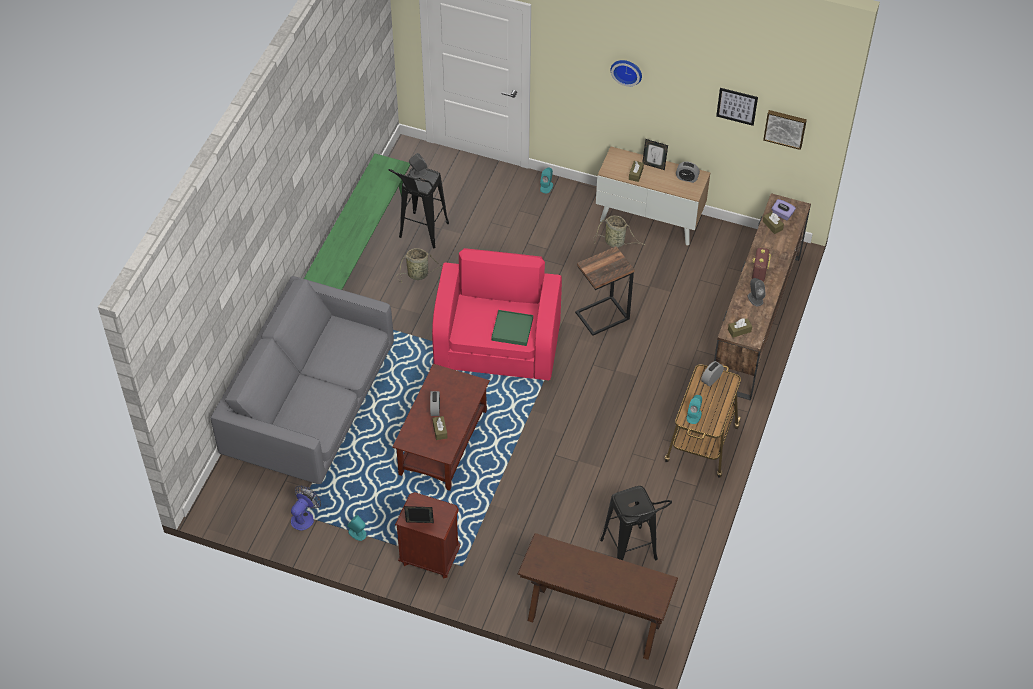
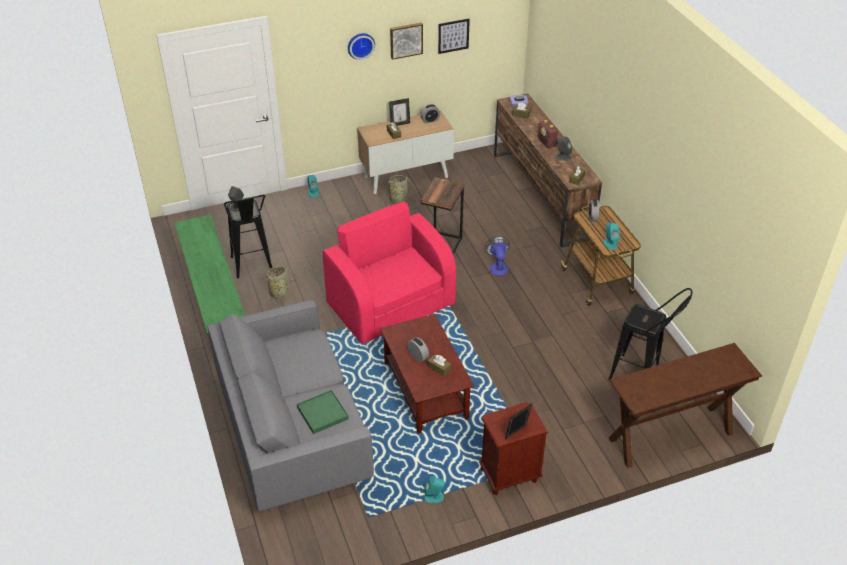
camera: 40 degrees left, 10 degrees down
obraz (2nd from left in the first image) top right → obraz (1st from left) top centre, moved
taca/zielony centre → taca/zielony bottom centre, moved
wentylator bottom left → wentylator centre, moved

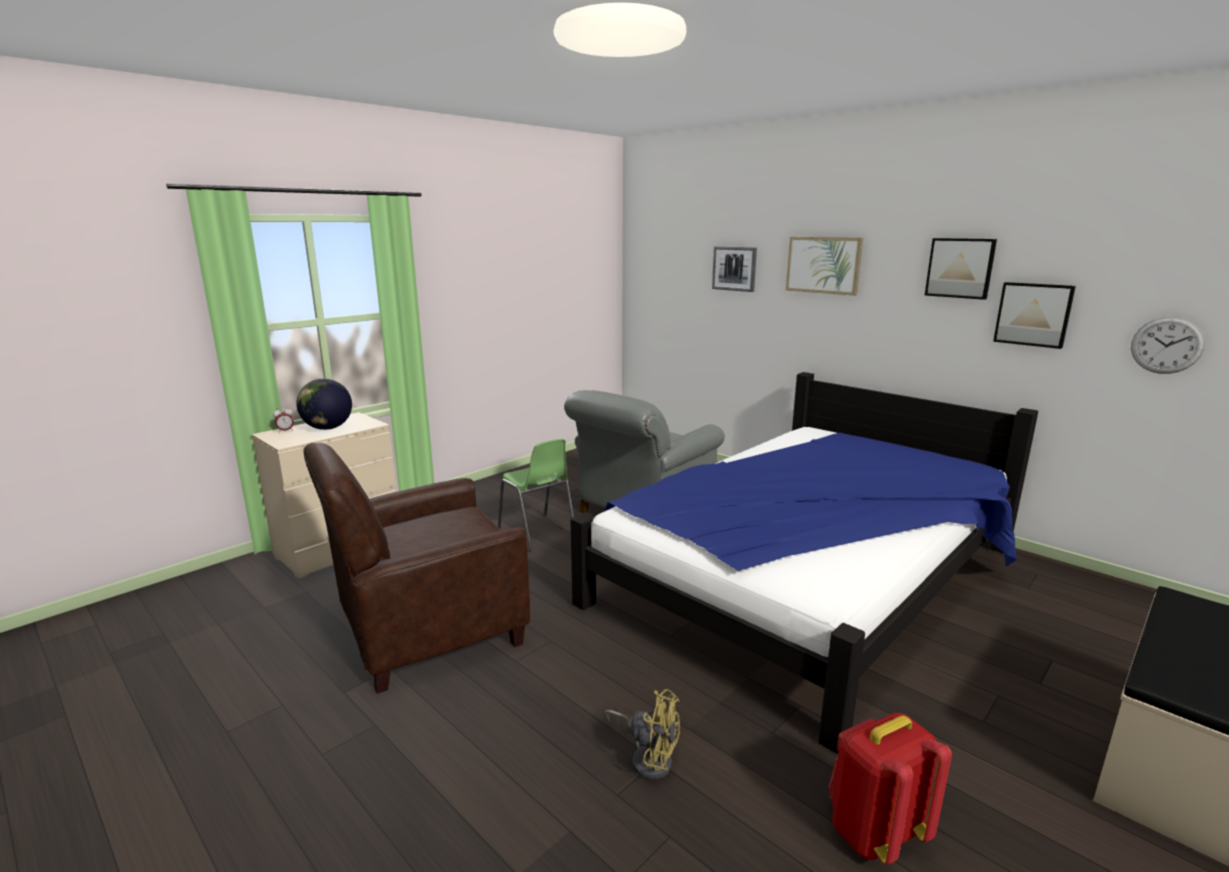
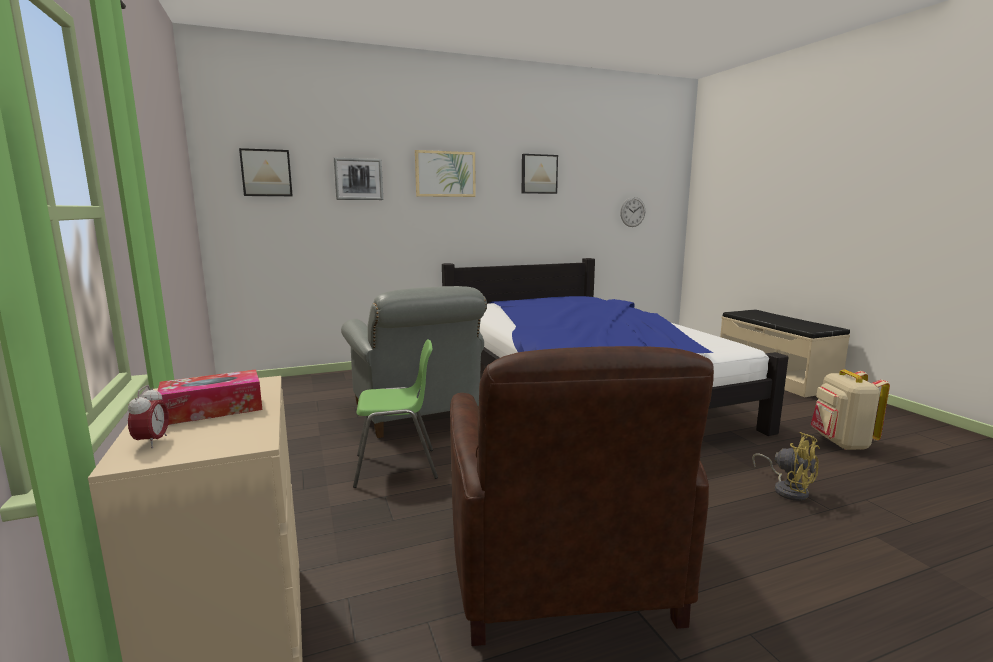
camera: 65 degrees left, 5 degrees down
obraz (4th from left in the first image) middle right → obraz (1st from left) top left, moved
globus middle left → pudełko chusteczek middle left
wentylator/żółty bottom centre → wentylator/żółty bottom right, 90 degrees clockwise
plecak/czerwony bottom right → plecak/beżowy middle right

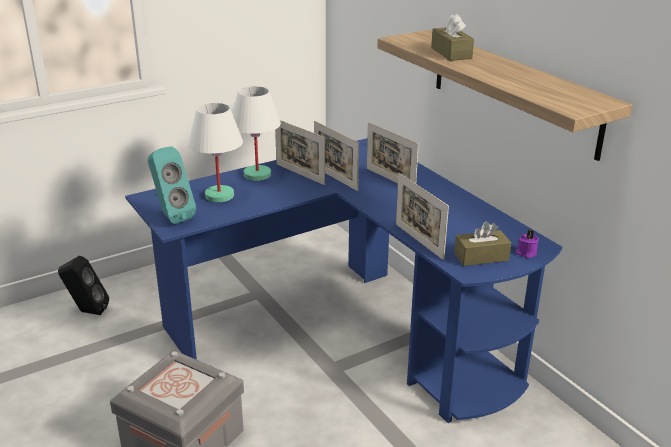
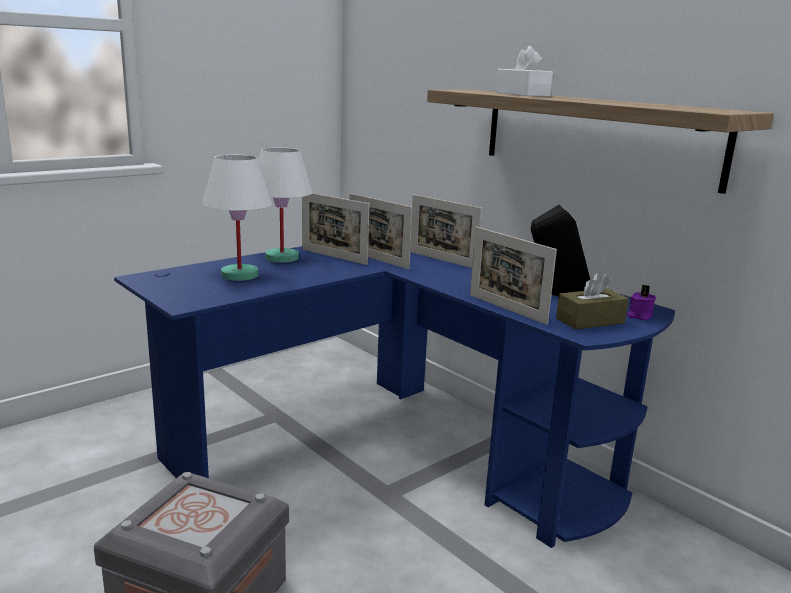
camera: 10 degrees left, 10 degrees down
pudełko chusteczek/brązowy (1st from left) top right → pudełko chusteczek/biały top centre
głośnik/turkusowy middle left → -
głośnik/czarny middle left → głośnik/czarny middle right, moved

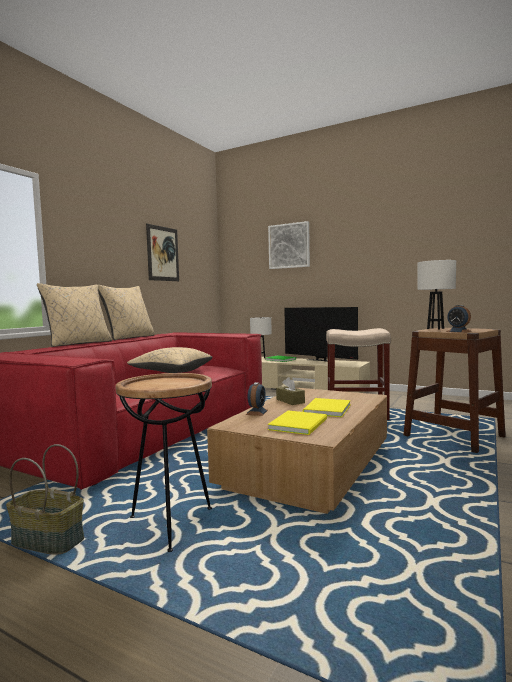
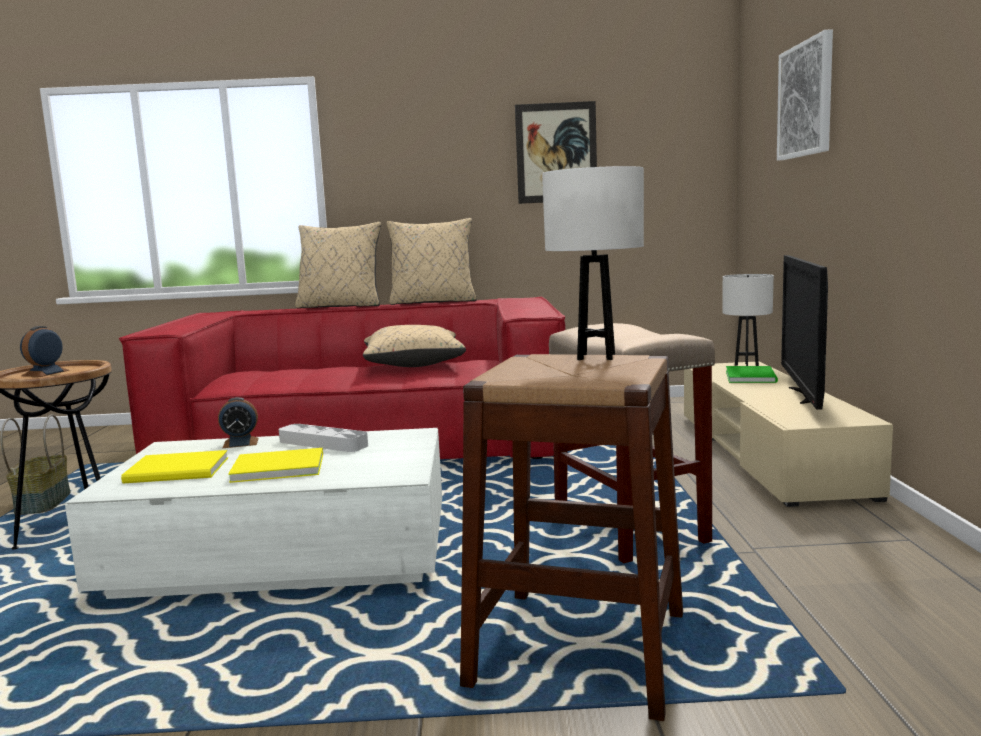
camera: 60 degrees right, 5 degrees up
budzik (2nd from left in the first image) middle right → budzik (1st from left) middle left, moved
pudełko chusteczek/brązowy centre → taca/szary middle left
ława/brązowy centre → ława/biały bottom left

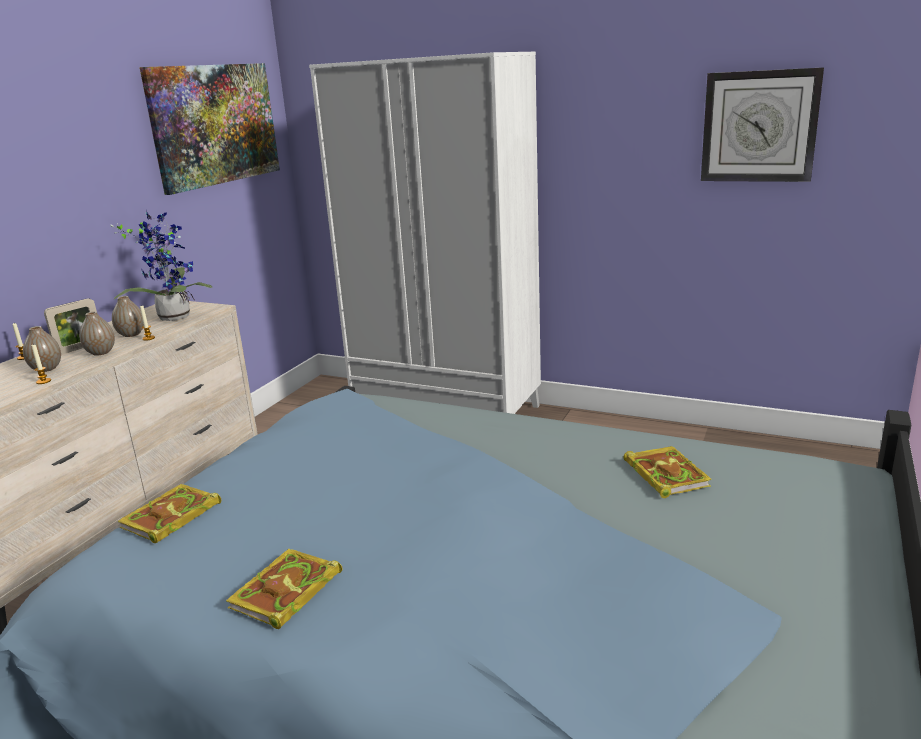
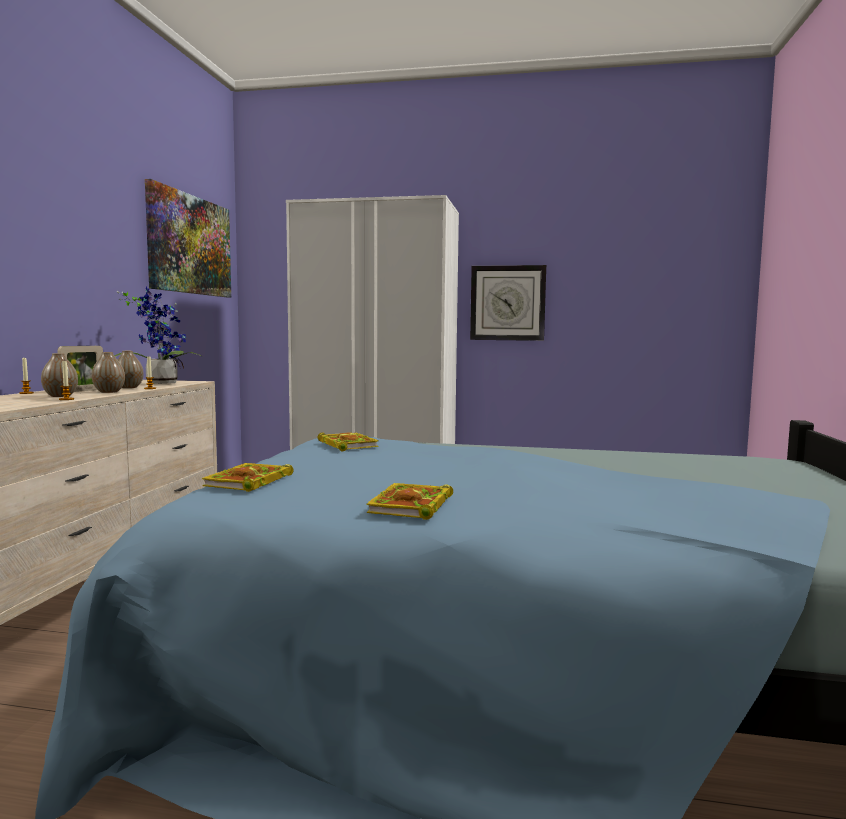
camera: 15 degrees left, 15 degrees down
zegar ścienny top right → zegar ścienny centre, moved
książka (3rd from left in the first image) middle right → książka (2nd from left) centre, moved

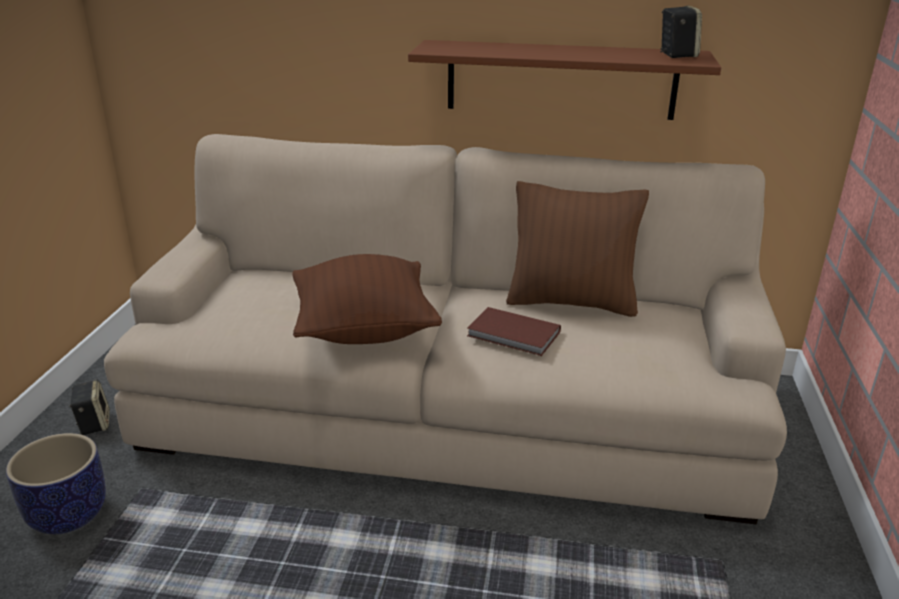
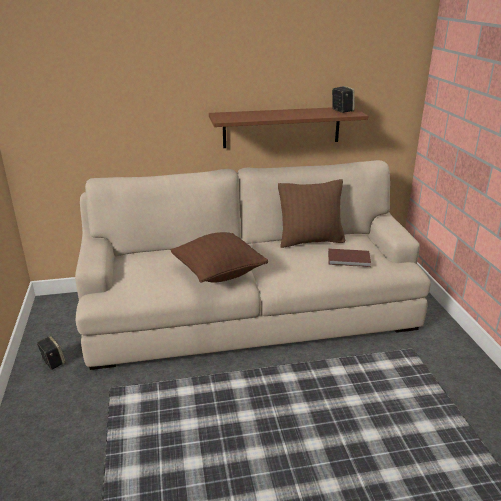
camera: 20 degrees left, 0 degrees up
książka/brązowy centre → książka/brązowy middle right, moved
donica bottom left → -

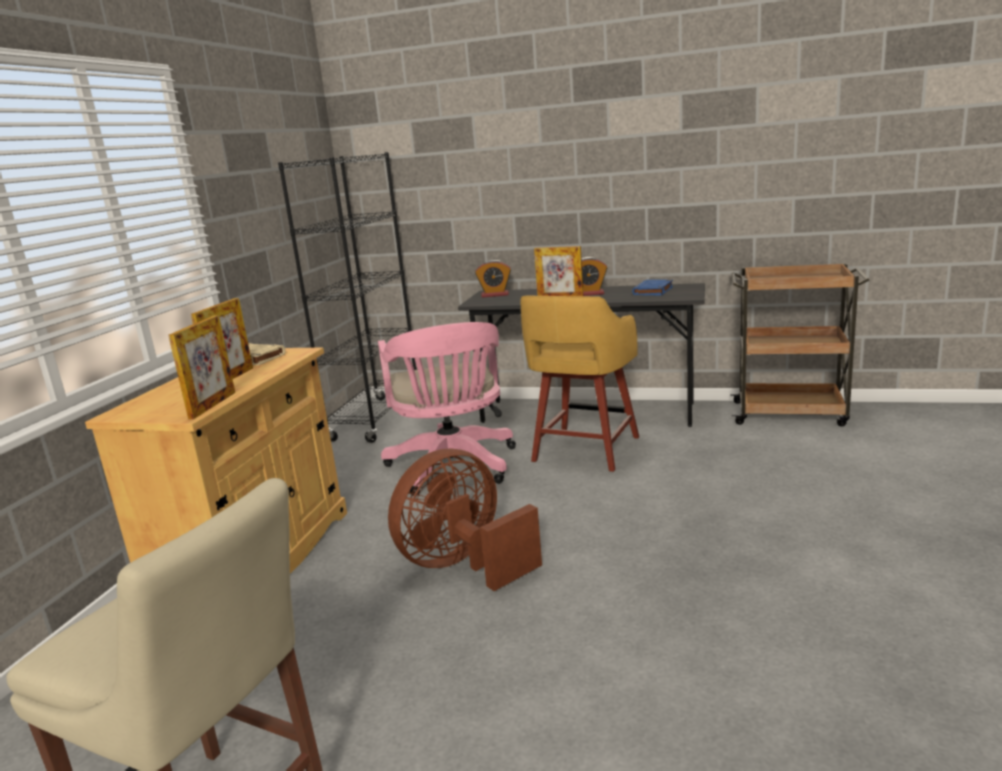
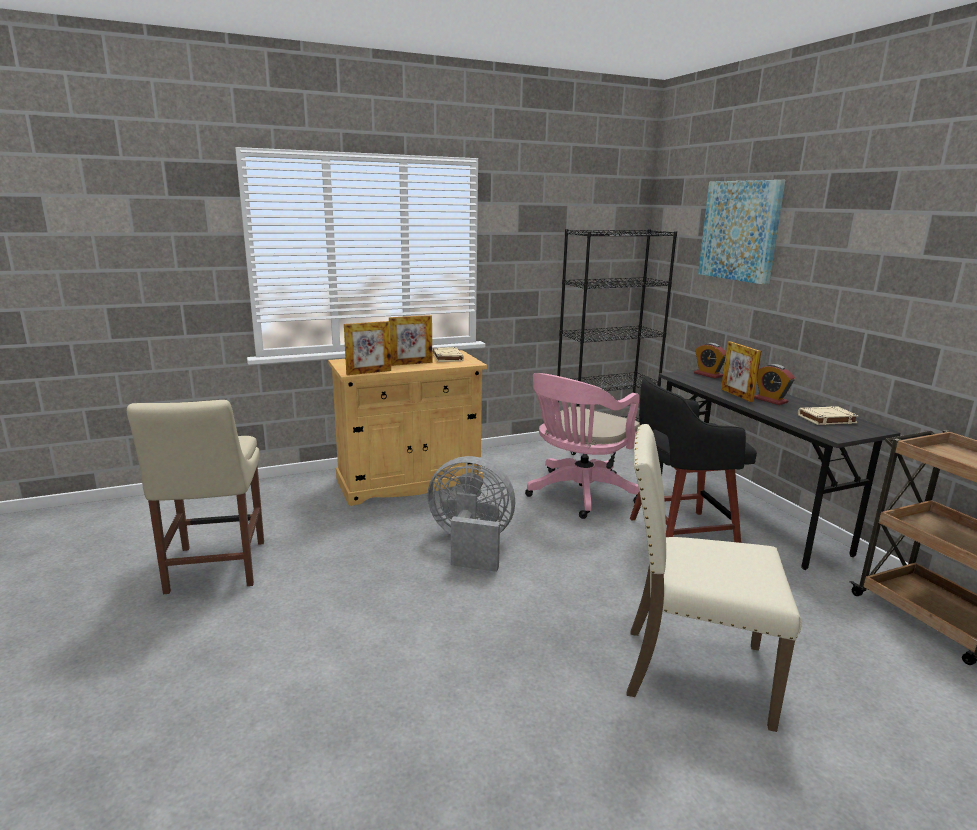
camera: 50 degrees right, 0 degrees up
książka/niebieski centre → książka/beżowy (2nd from left) middle right
stołek/żółty centre → stołek/czarny middle right
wentylator/brązowy bottom centre → wentylator/szary centre
- → obraz top right
- → krzesło/beżowy (2nd from left) bottom right

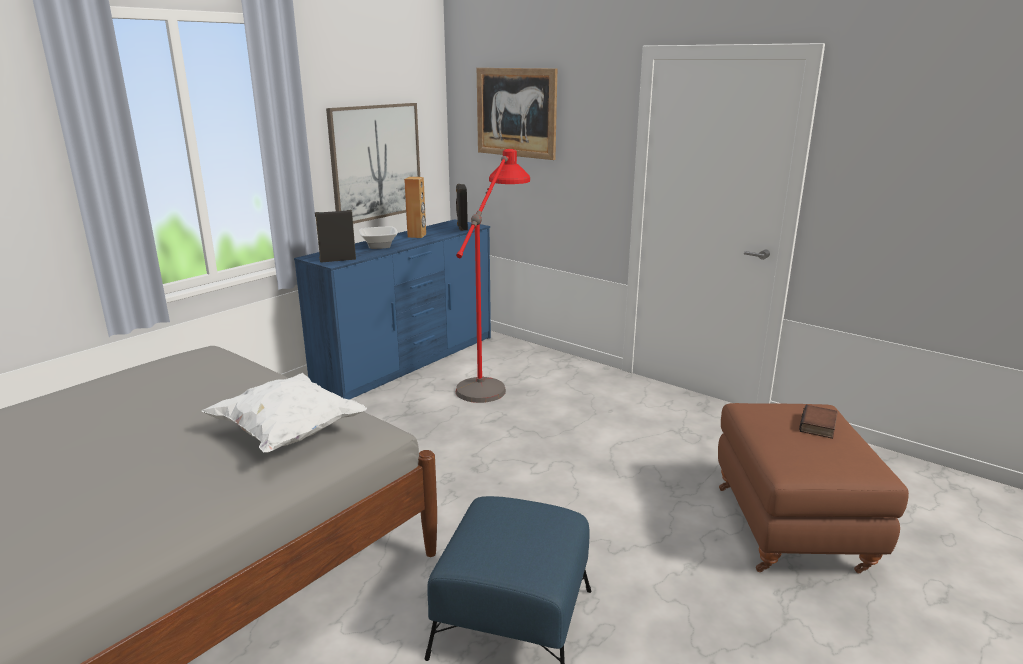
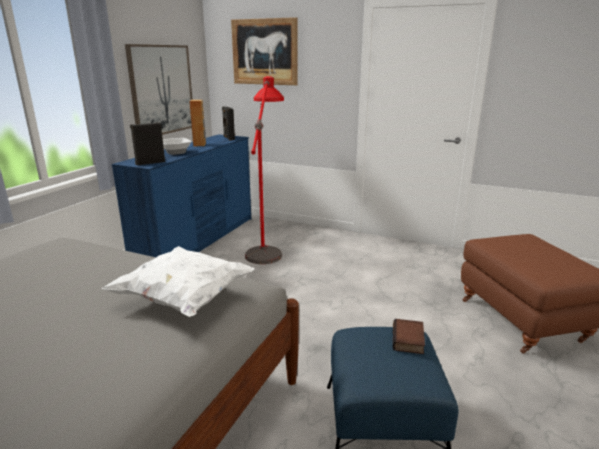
camera: 15 degrees left, 0 degrees up
książka middle right → książka bottom right, moved

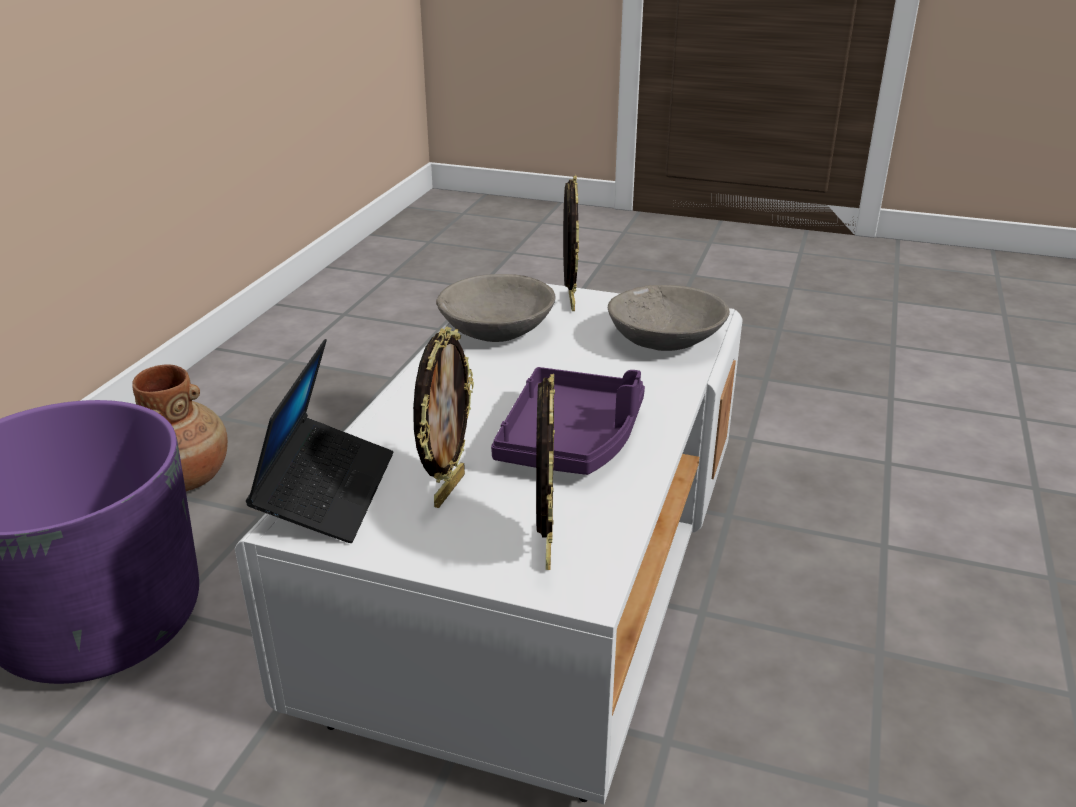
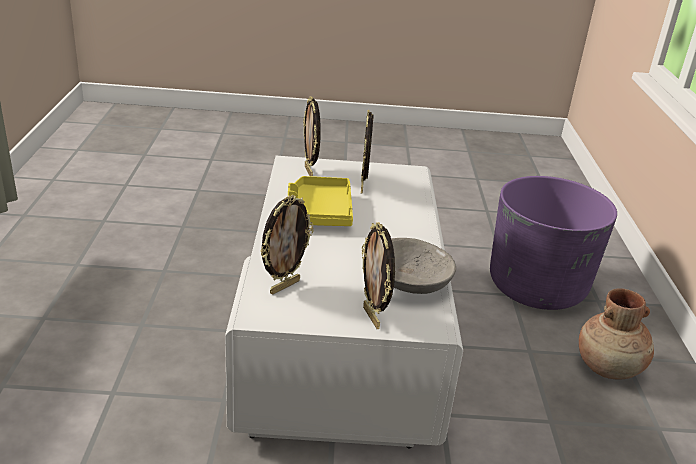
camera: 160 degrees right, 0 degrees up
miska/szary (2nd from left) centre → ramka na zdjęcie (1st from left) centre
laptop middle left → -
taca/fioletowy centre → taca/żółty centre

